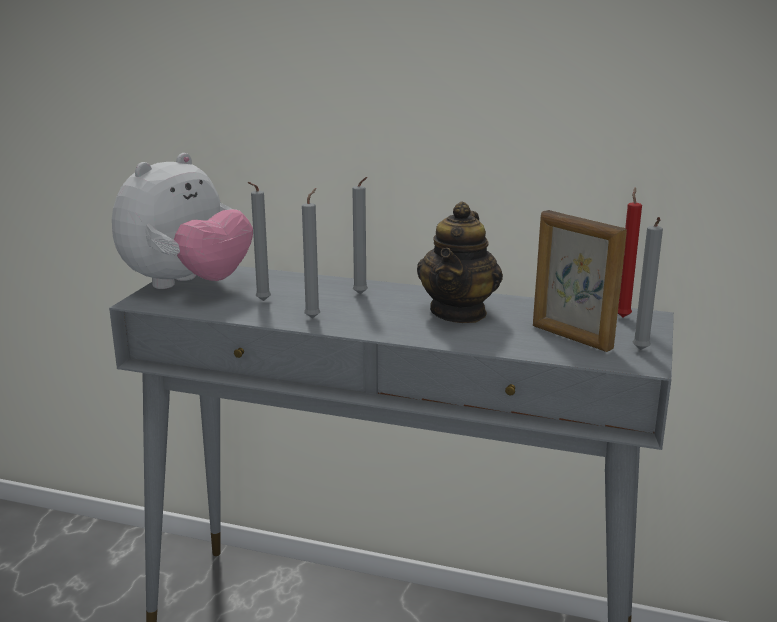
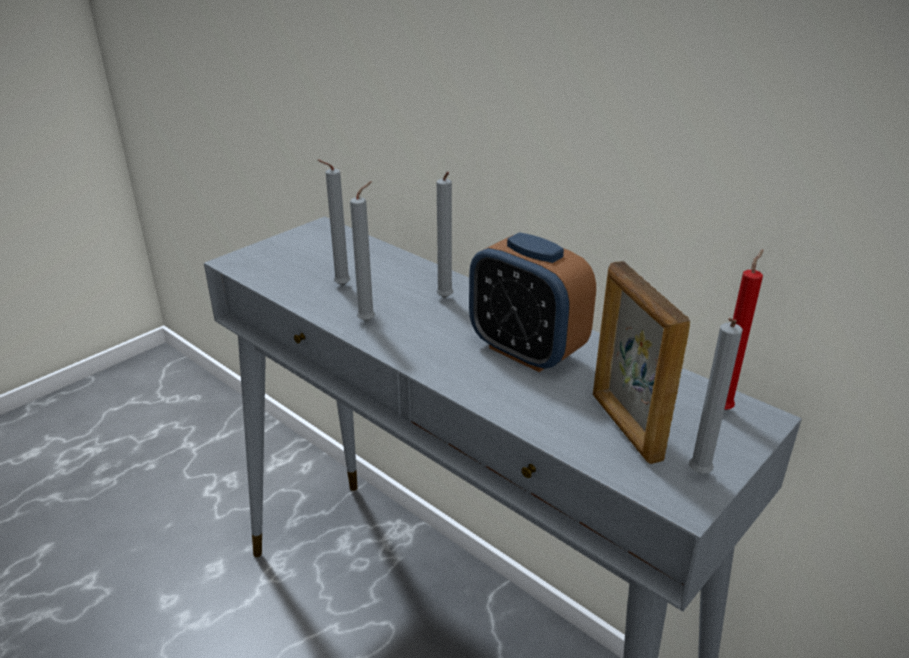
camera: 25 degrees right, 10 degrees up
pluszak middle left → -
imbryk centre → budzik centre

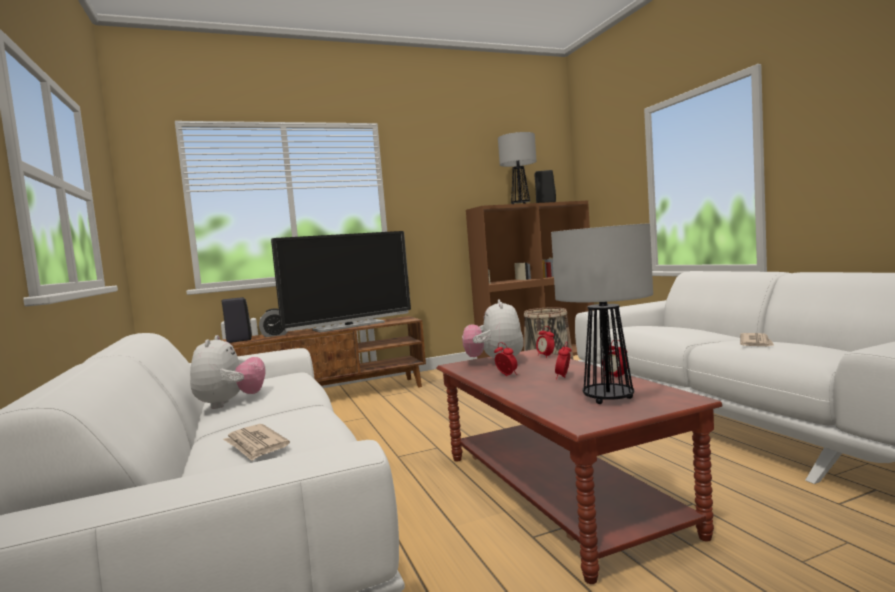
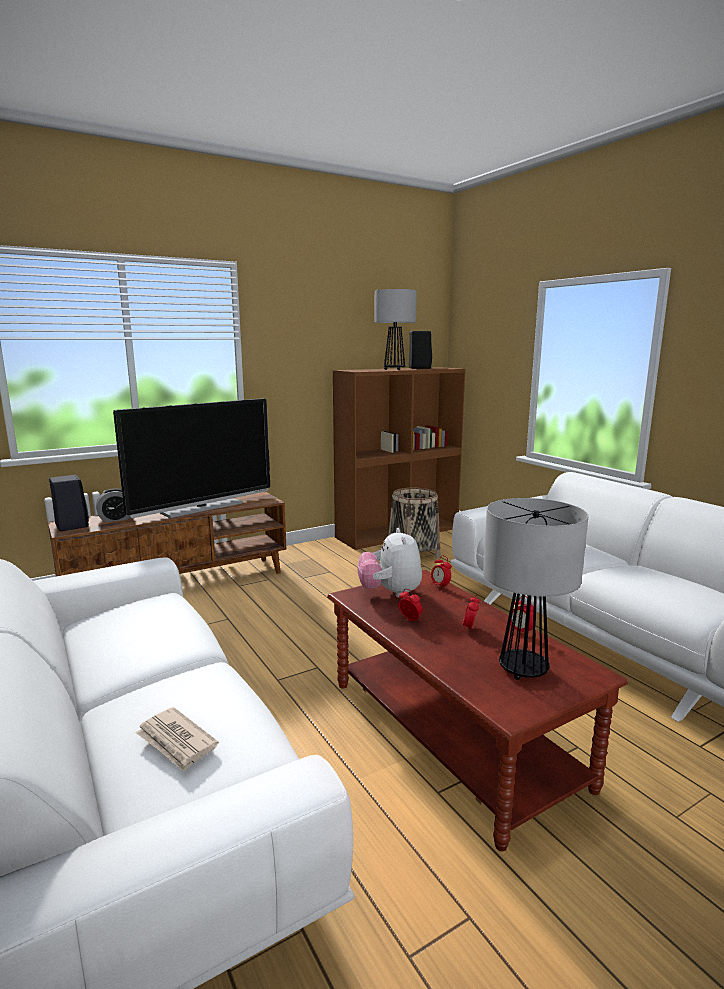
camera: 10 degrees left, 10 degrees up
gazeta (2nd from left) middle right → -
pluszak (1st from left) middle left → -

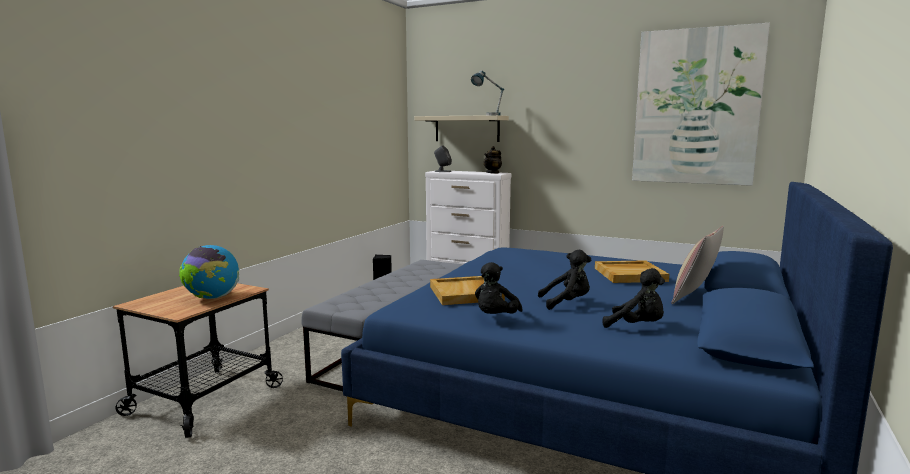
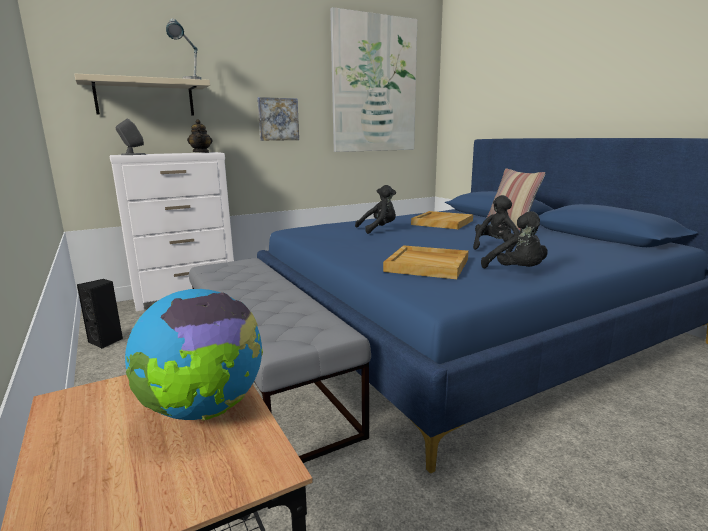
camera: 55 degrees left, 5 degrees up
pluszak/czarny (3rd from left in the first image) middle right → pluszak/czarny (1st from left) centre, moved
- → obraz (1st from left) top centre

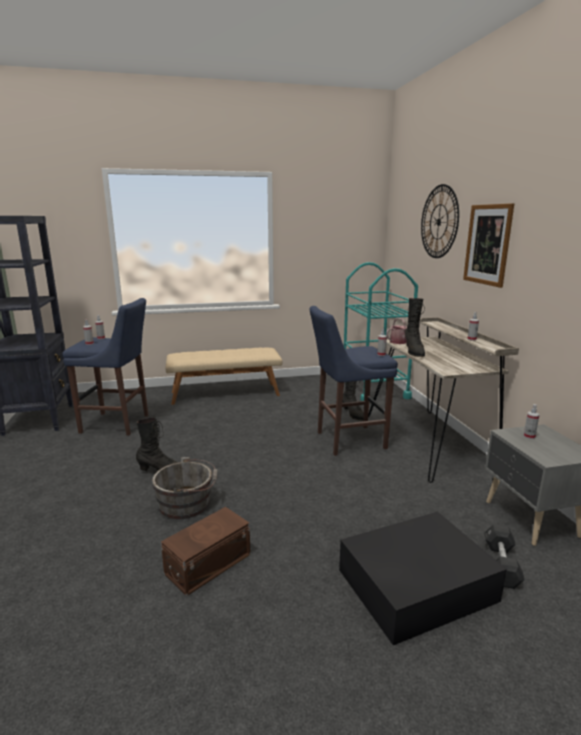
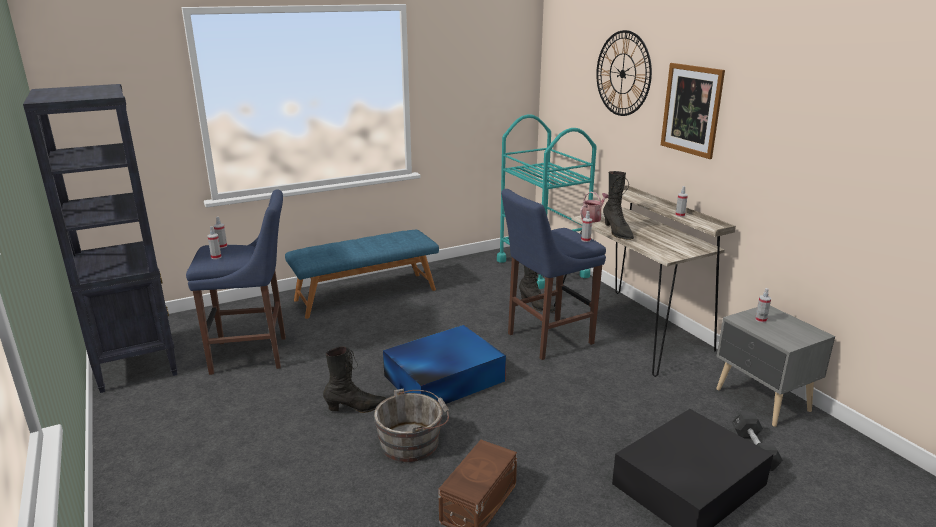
camera: 15 degrees left, 5 degrees up
ławka/beżowy centre → ławka/niebieski centre
- → pojemnik do przechowywania/niebieski bottom centre

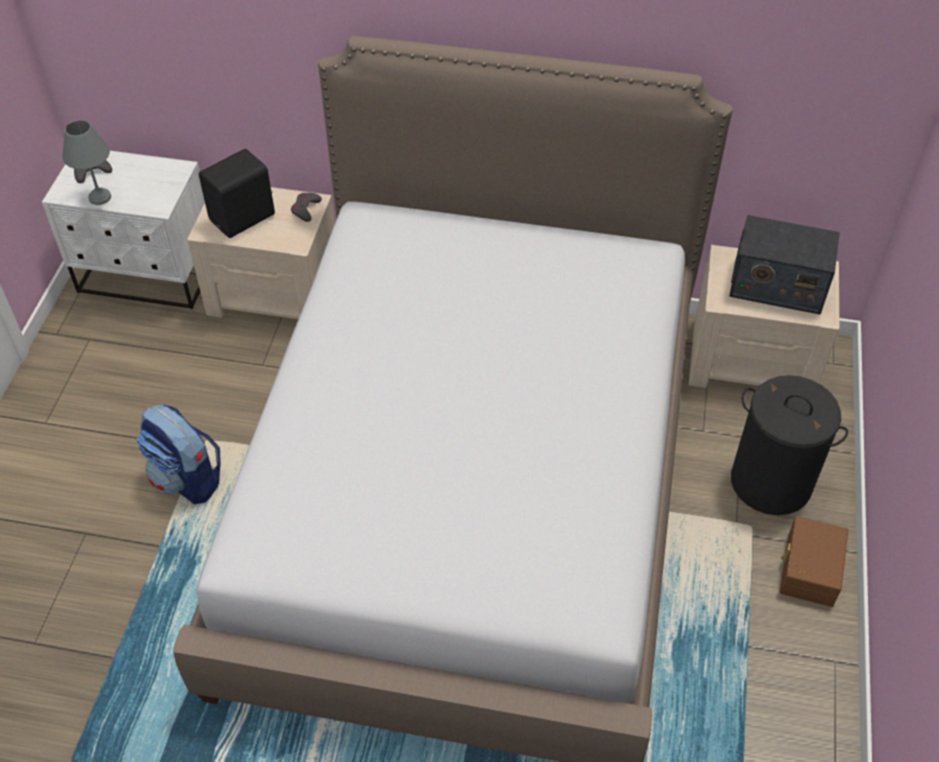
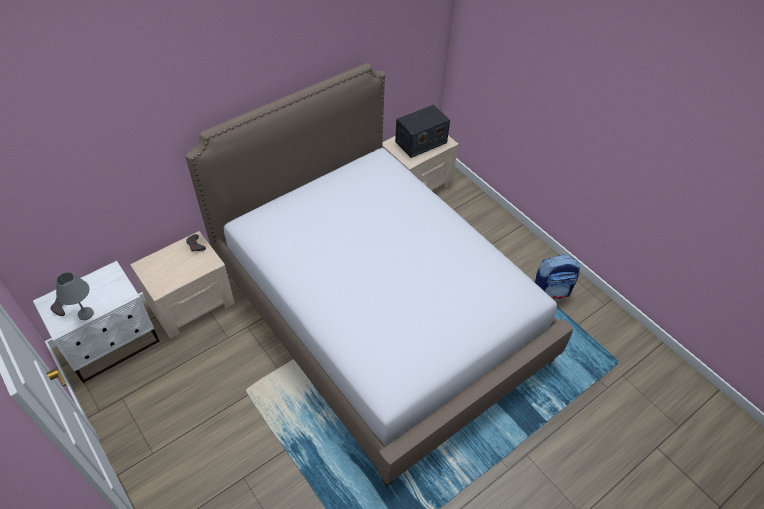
camera: 50 degrees left, 0 degrees up
głośnik/czarny top left → -
kosz na pranie/czarny middle right → -
plecak middle left → plecak middle right, moved
pojemnik do przechowywania/brązowy bottom right → -

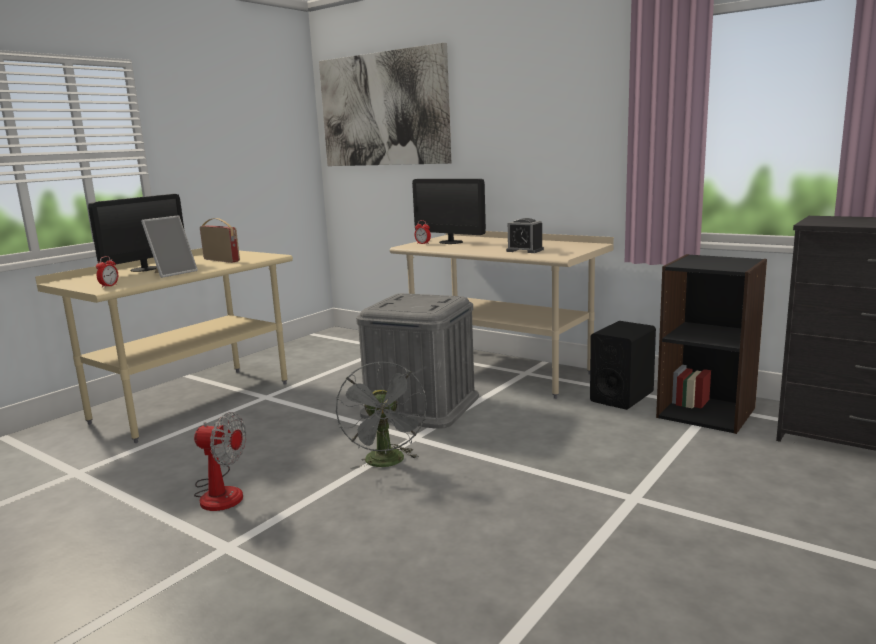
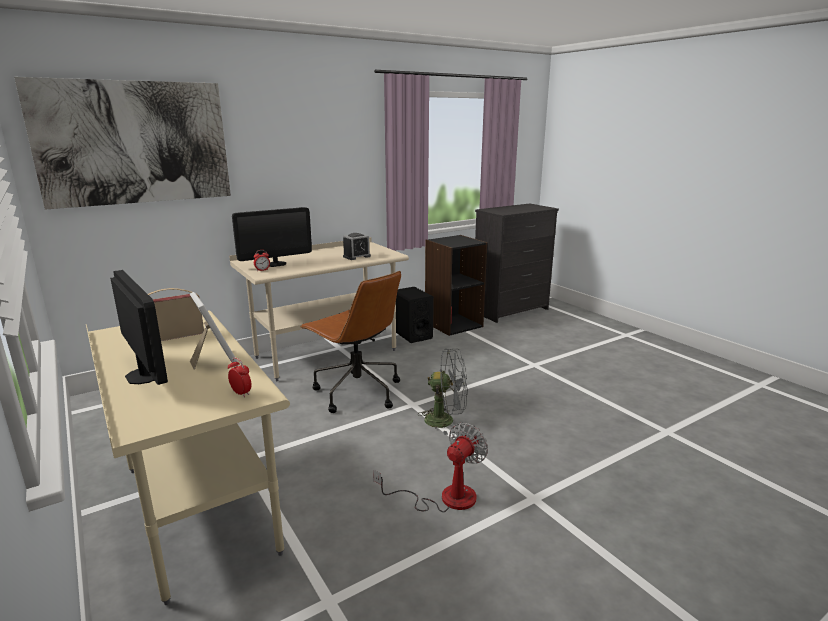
camera: 70 degrees left, 5 degrees up
pojemnik do przechowywania/szary centre → krzesło biurowe/brązowy centre

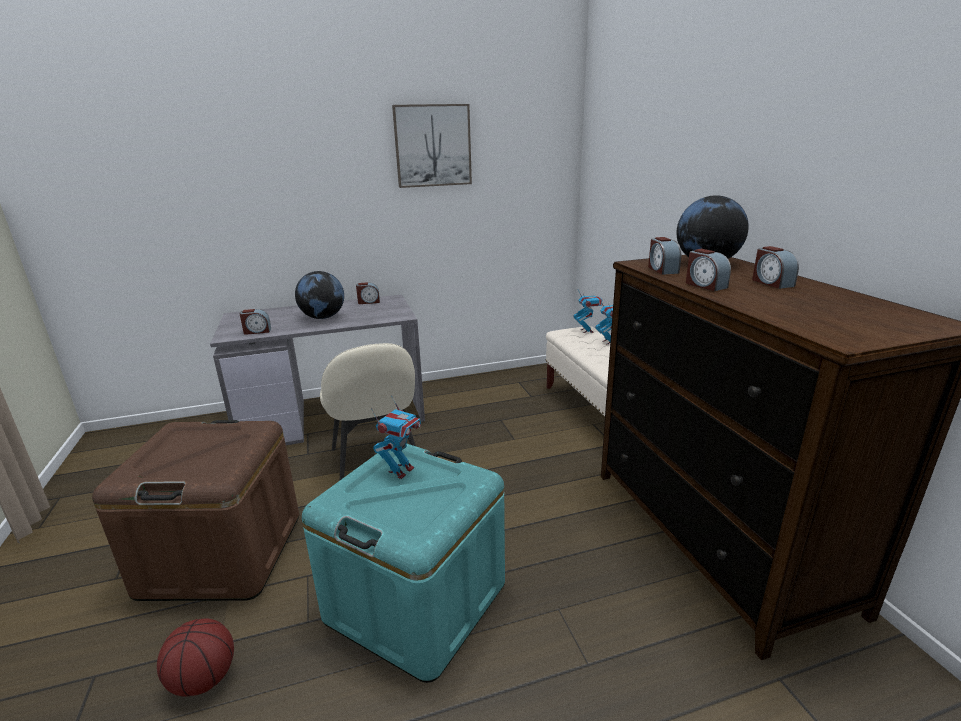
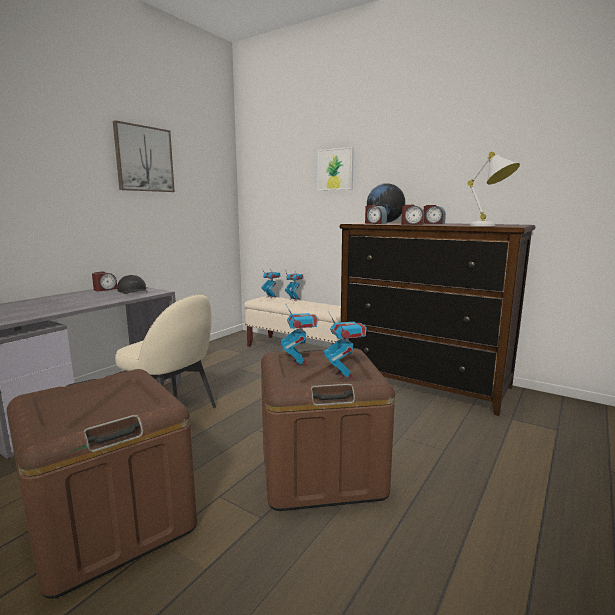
camera: 40 degrees left, 10 degrees down
globus (1st from left) middle left → -
budzik (1st from left) middle left → -
pojemnik do przechowywania/turkusowy bottom centre → pojemnik do przechowywania/brązowy (2nd from left) bottom centre
piłka do koszykówki bottom left → -
- → obraz (2nd from left) top centre
- → lampa stołowa/biały top right
- → czapka z daszkiem/czarny middle left
- → robot zabawkowy (4th from left) centre

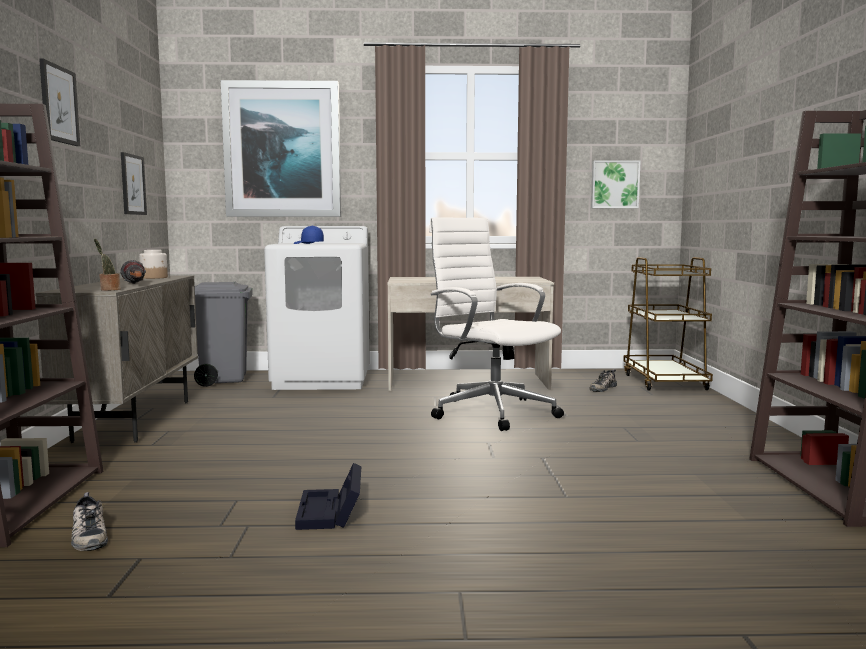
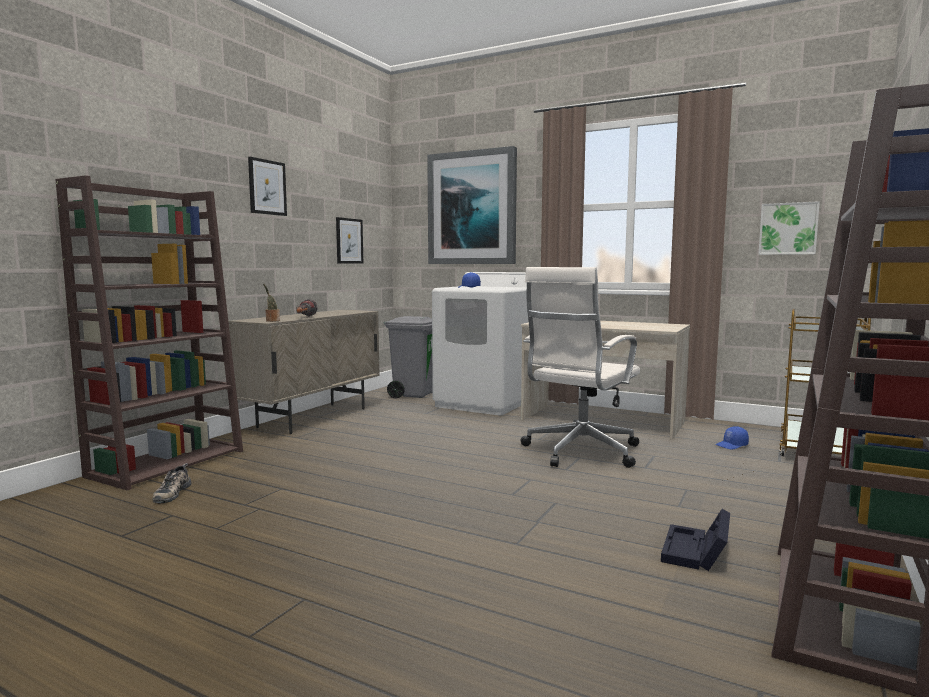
camera: 30 degrees right, 0 degrees up
krzesło biurowe/biały centre, 135 degrees counterclockwise
słoik middle left → -
but (2nd from left) middle right → czapka z daszkiem/niebieski (2nd from left) middle right
pojemnik do przechowywania/czarny bottom centre → pojemnik do przechowywania/czarny bottom right, moved

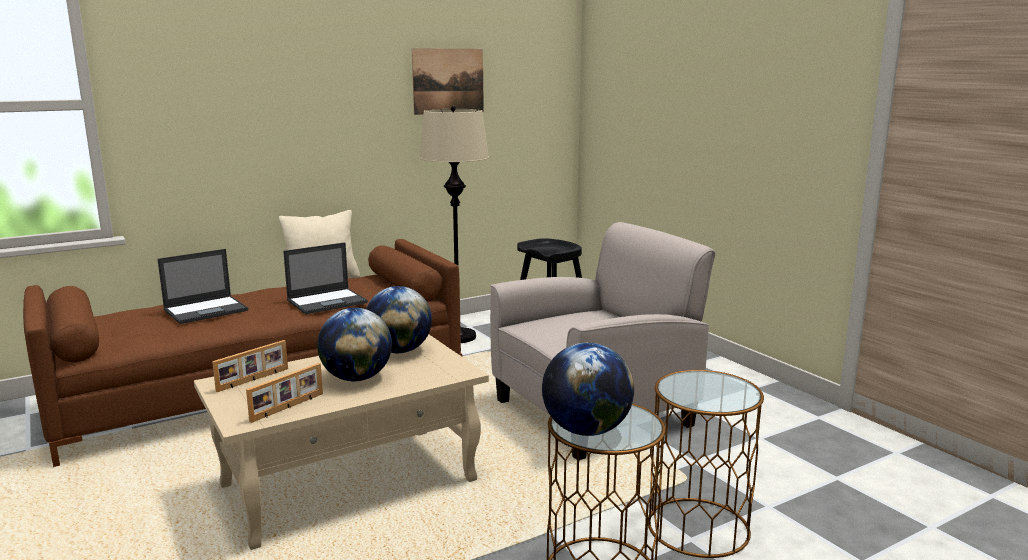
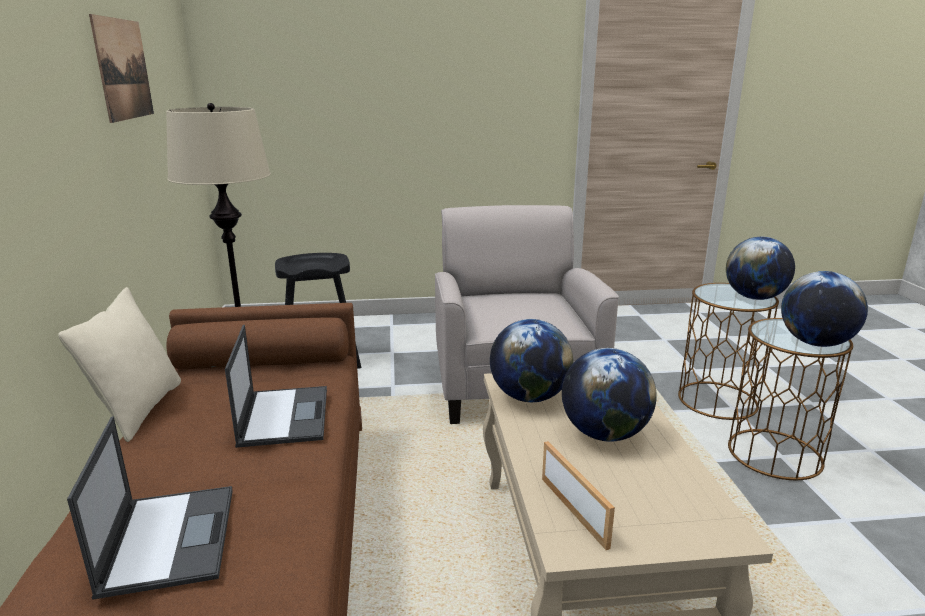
camera: 65 degrees left, 5 degrees up
ramka na zdjęcie (2nd from left) bottom left → -
- → globus (3rd from left) middle right

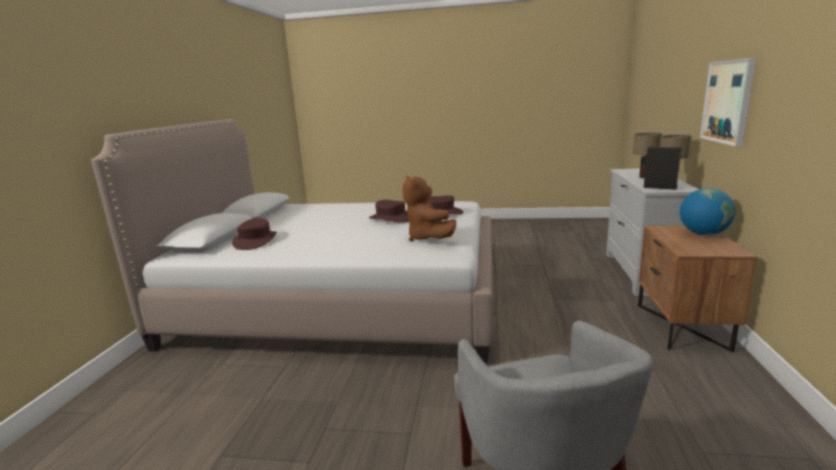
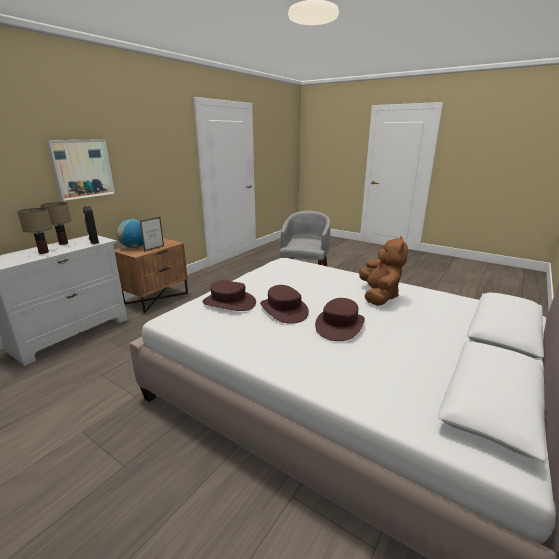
camera: 155 degrees left, 5 degrees up
pluszak/brązowy centre → pluszak/brązowy middle right, moved
kapelusz/brązowy (1st from left in the first image) middle left → kapelusz/brązowy (3rd from left) centre, moved
- → ramka na zdjęcie middle left

